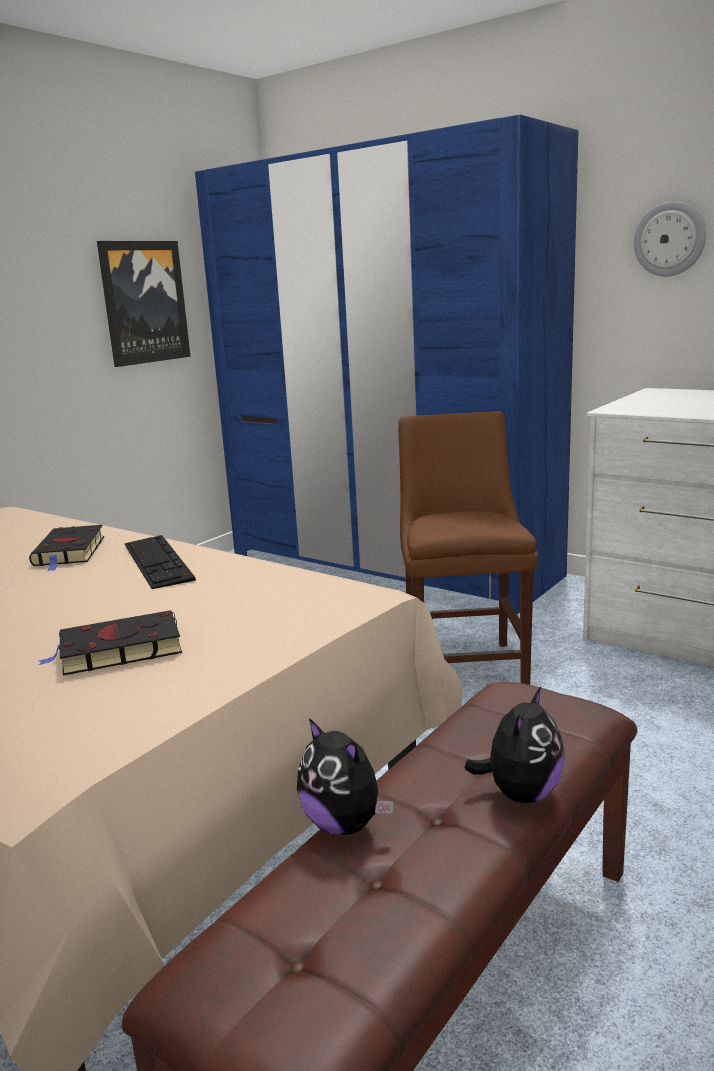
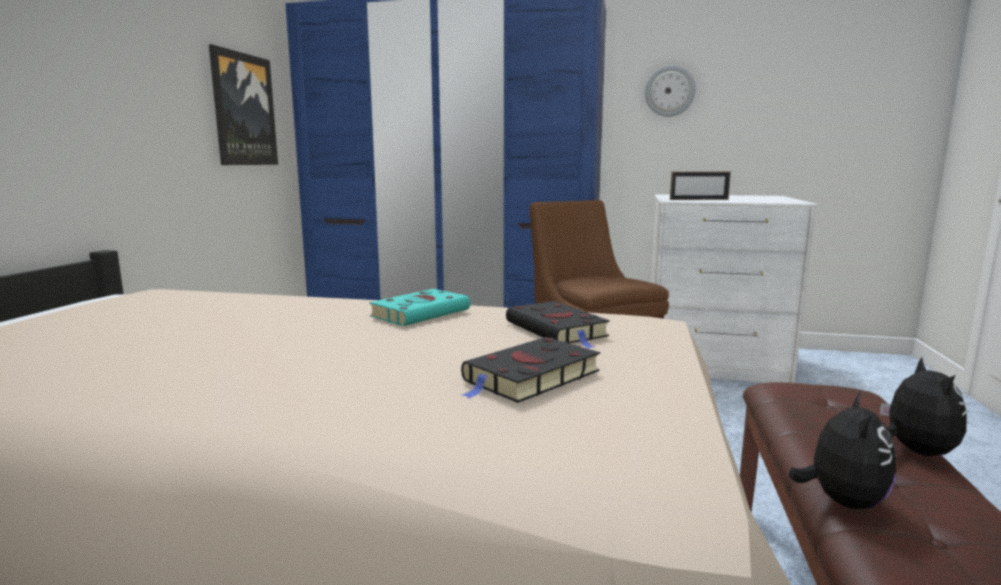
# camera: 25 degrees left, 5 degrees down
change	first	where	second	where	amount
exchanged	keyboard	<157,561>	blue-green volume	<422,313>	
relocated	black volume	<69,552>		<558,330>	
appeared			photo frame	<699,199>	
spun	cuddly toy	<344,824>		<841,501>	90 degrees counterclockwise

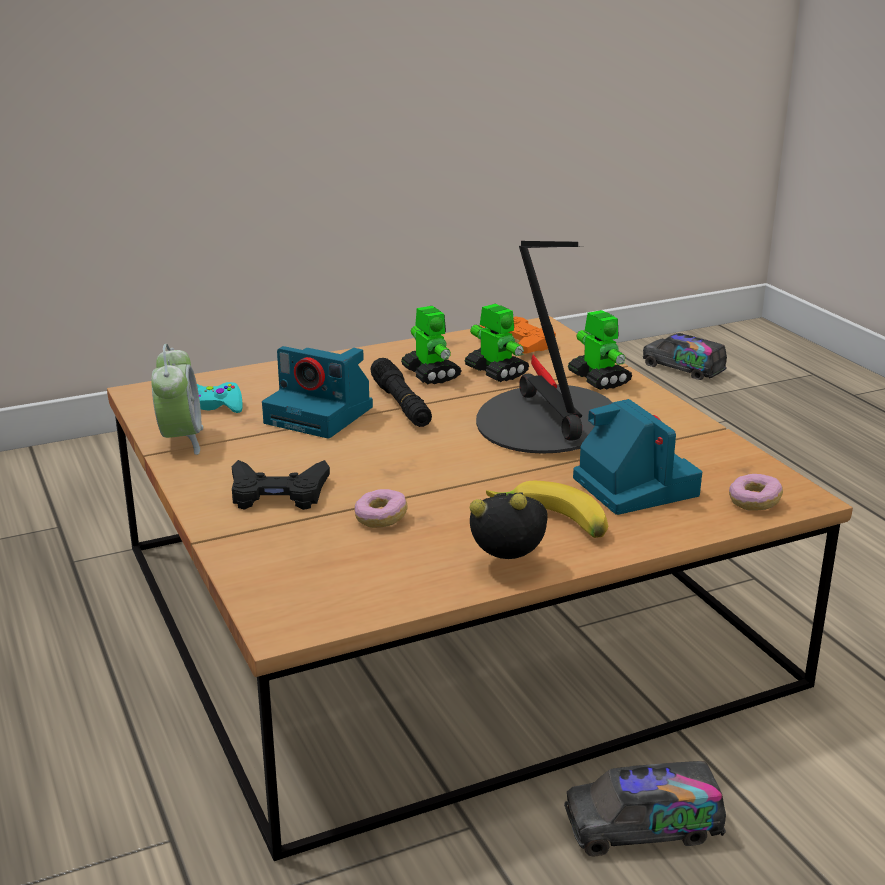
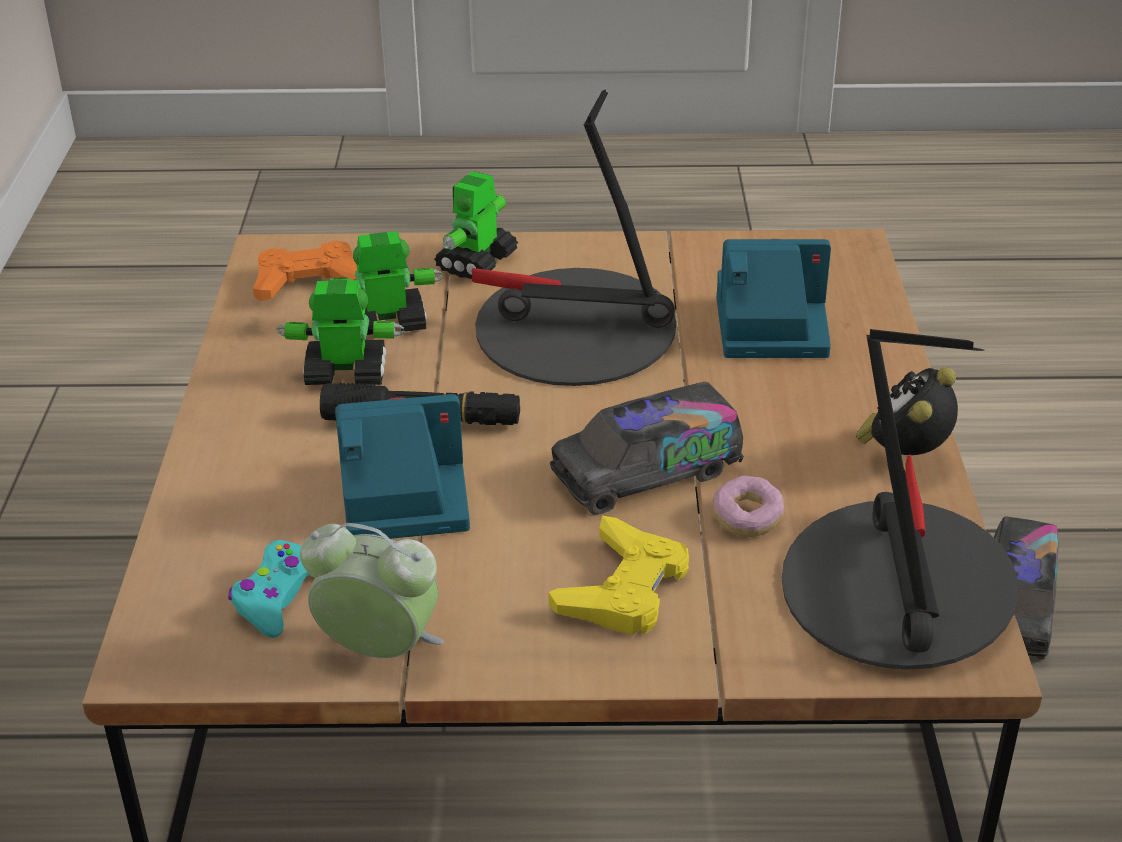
# camera: 65 degrees left, 10 degrees up
change	first	where	second	where	amount
spun	photo camera	<321,415>		<401,496>	150 degrees counterclockwise
spun	model robot	<598,379>		<476,262>	60 degrees counterclockwise
colour	black game controller	<278,493>	yellowish game controller	<623,589>	
relocated	model truck	<683,368>		<646,474>	
appeared			lamp for a table	<896,590>	
missing	banana fruit	<550,524>			
missing	ring doughnut	<754,502>			

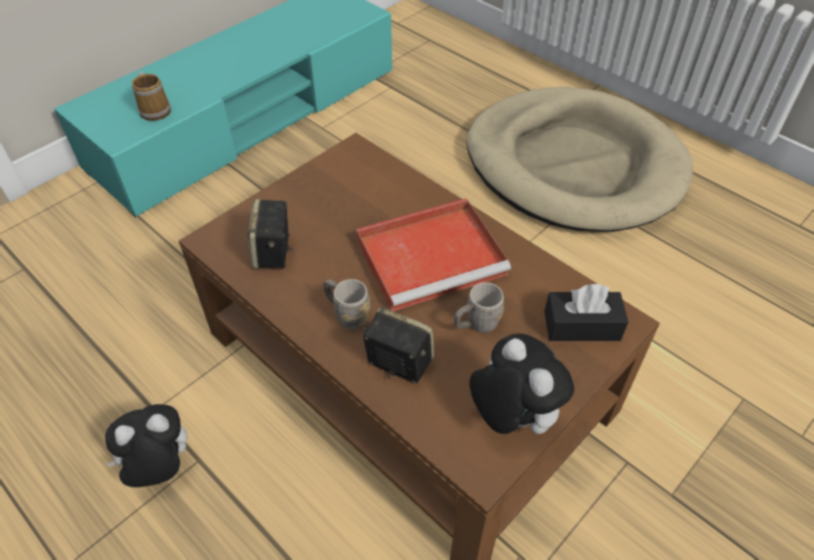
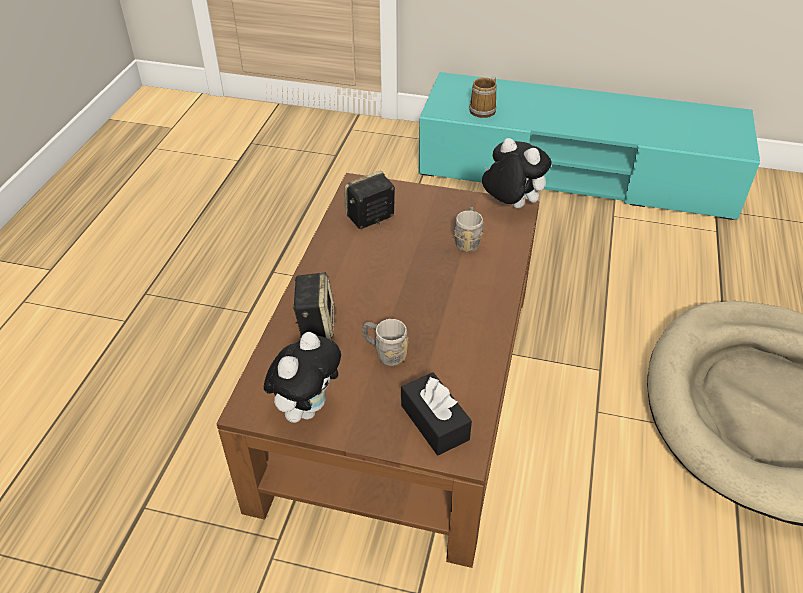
# camera: 60 degrees right, 5 degrees down
change	first	where	second	where	amount
relocated	gray tea mug	<347,314>		<467,240>	
relocated	cuddly toy	<160,468>		<510,205>	
missing	red tray	<433,256>			

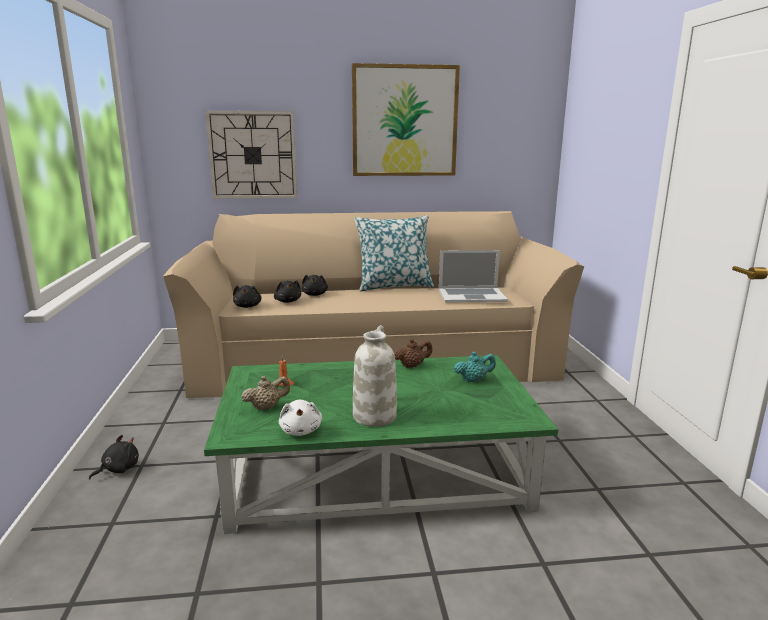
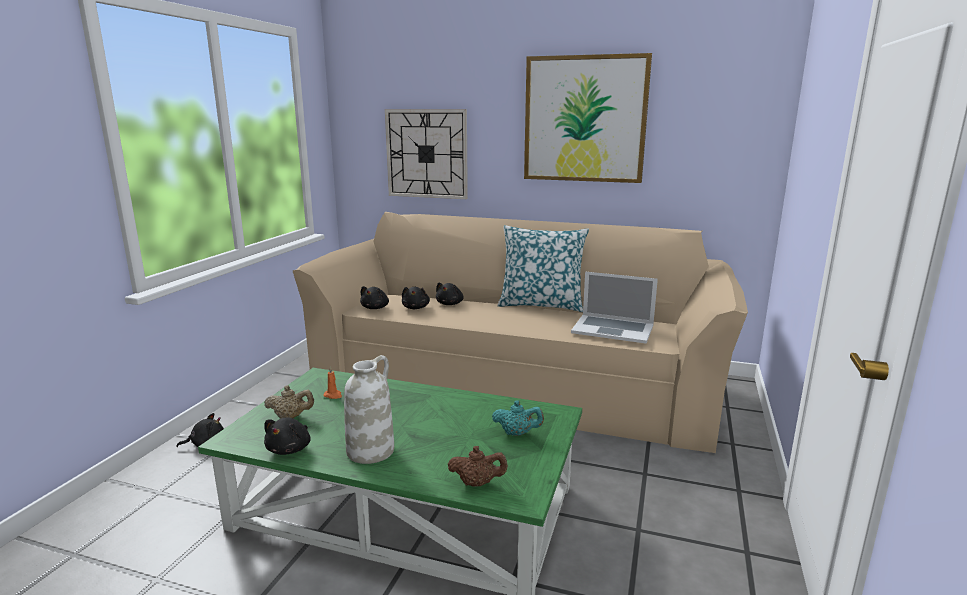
# camera: 25 degrees right, 0 degrees up
change	first	where	second	where	amount
colour	white-coloured cuddly toy	<301,430>	black cuddly toy	<290,449>	
relocated	brown-coloured teapot	<412,366>		<477,483>	

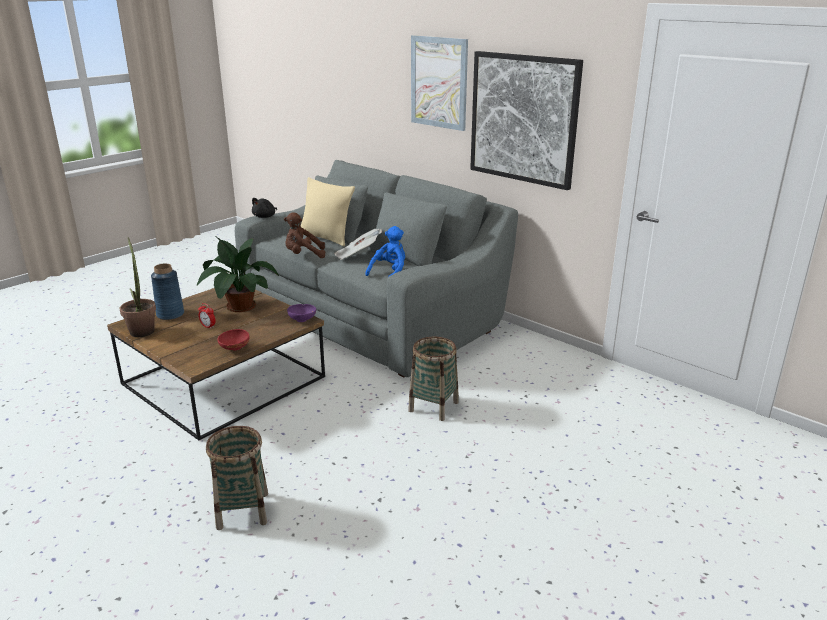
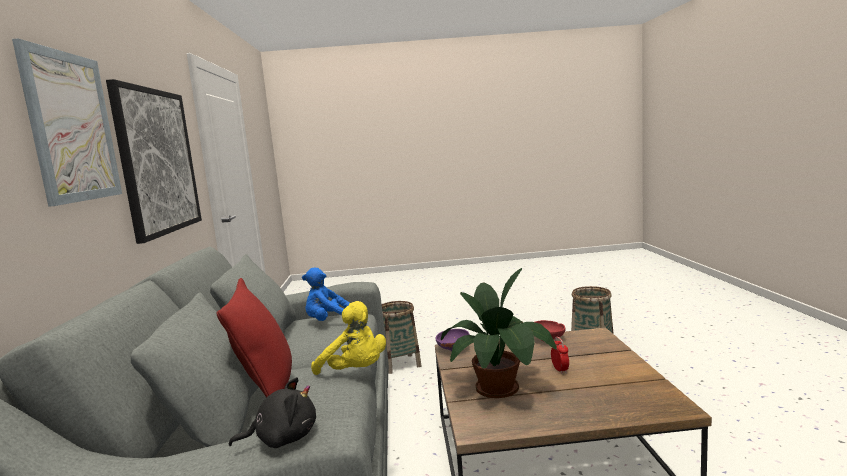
# camera: 135 degrees left, 15 degrees down
change	first	where	second	where	amount
colour	beige-coloured throw pillow	<326,238>	red throw pillow	<268,393>	
colour	brown-coloured cuddly toy	<303,255>	yellowish cuddly toy	<355,372>	
missing	plant in a pot	<142,329>			
missing	bluish decorative vase	<170,314>			
missing	daily paper	<357,256>			

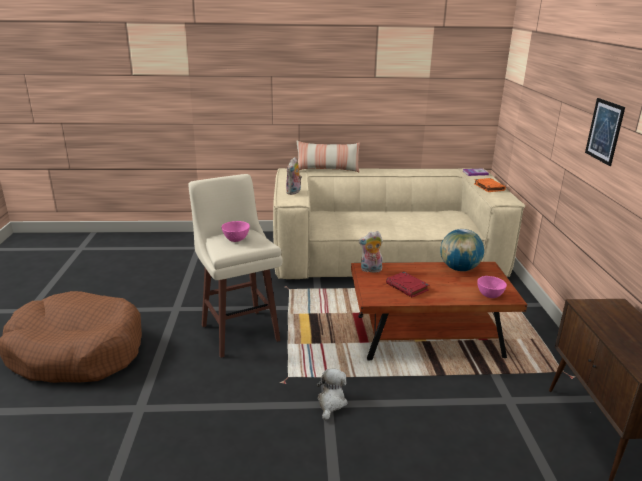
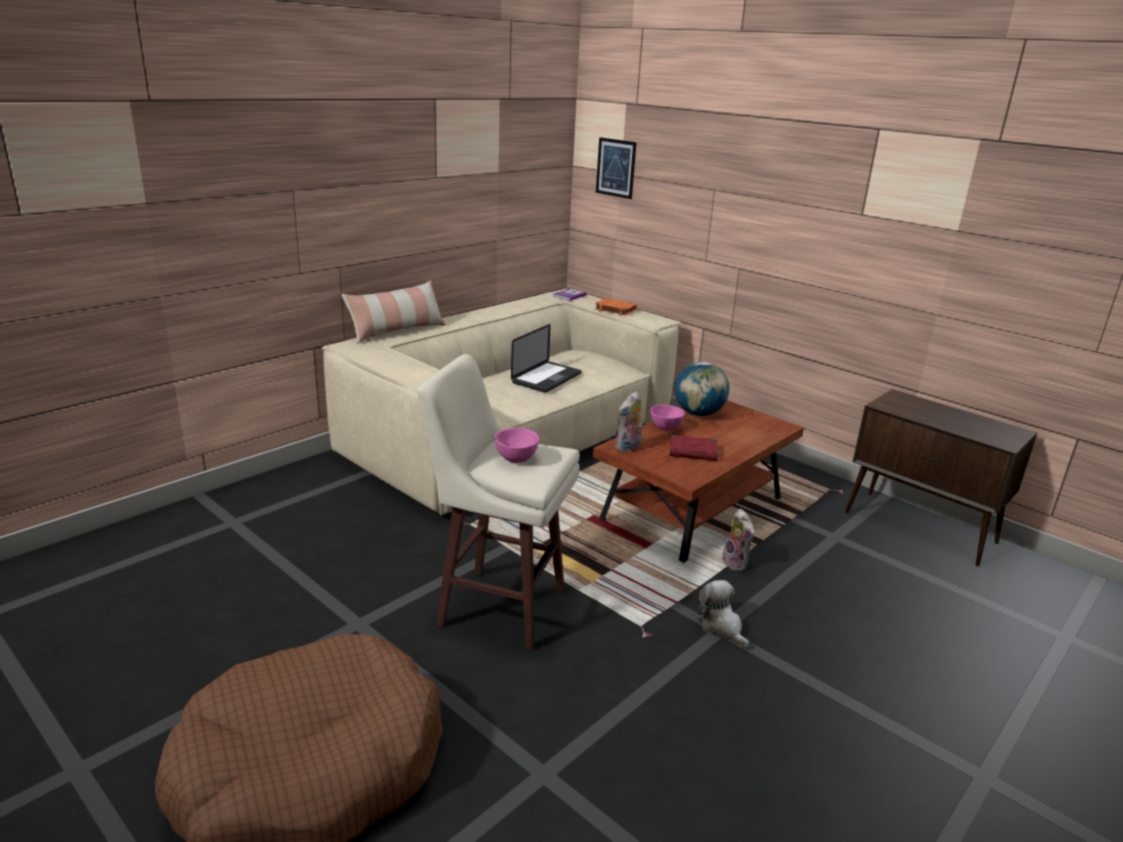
# camera: 45 degrees left, 0 degrees up
change	first	where	second	where	amount
appeared			notebook computer	<546,378>	
relocated	wall art	<604,131>		<615,168>	
relocated	pink-coloured serving bowl	<489,295>		<665,427>	
relocated	cuddly toy	<294,192>		<737,563>	

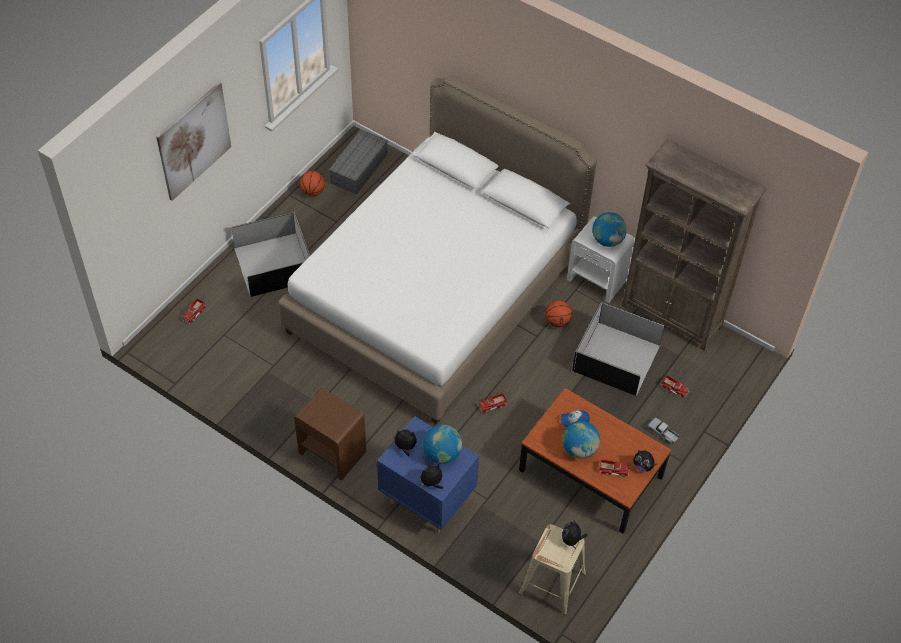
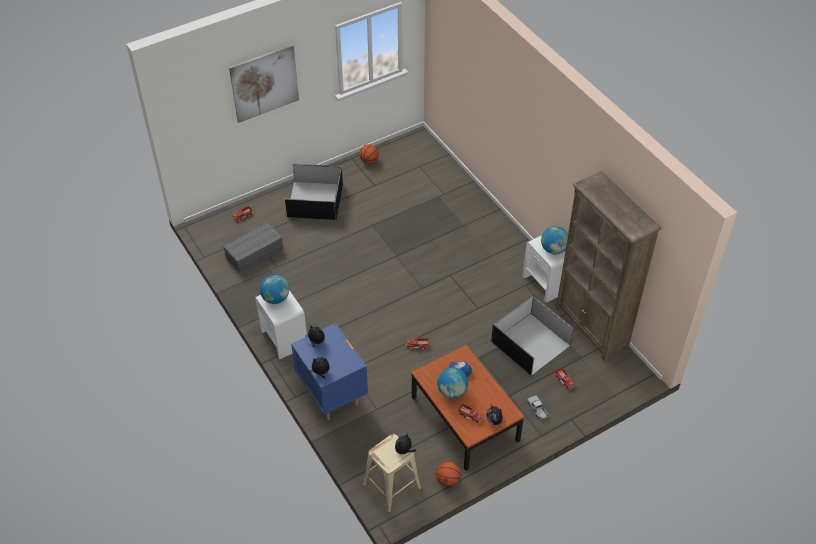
# camera: 25 degrees right, 5 degrees down
change	first	where	second	where	amount
relocated	gray storage box	<359,167>		<255,252>	
colour	brown-coloured night table	<332,452>	white-coloured night table	<284,338>	
relocated	globe	<442,454>		<275,298>	
relocated	basketball ball	<557,321>		<448,480>	
missing	white-coloured bedroom bed	<436,293>			

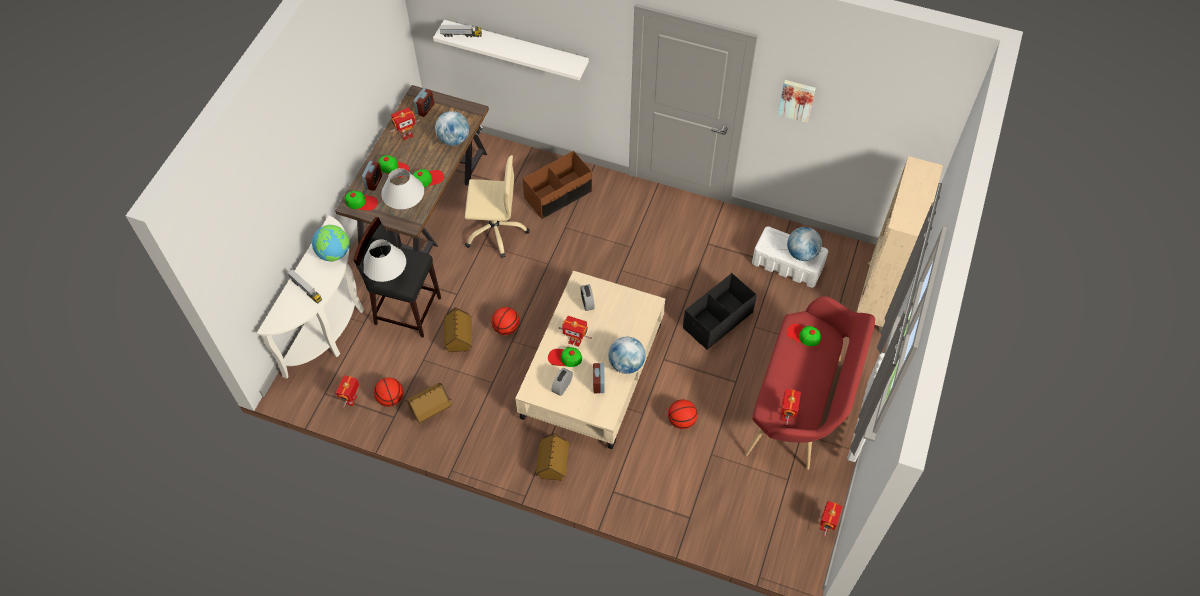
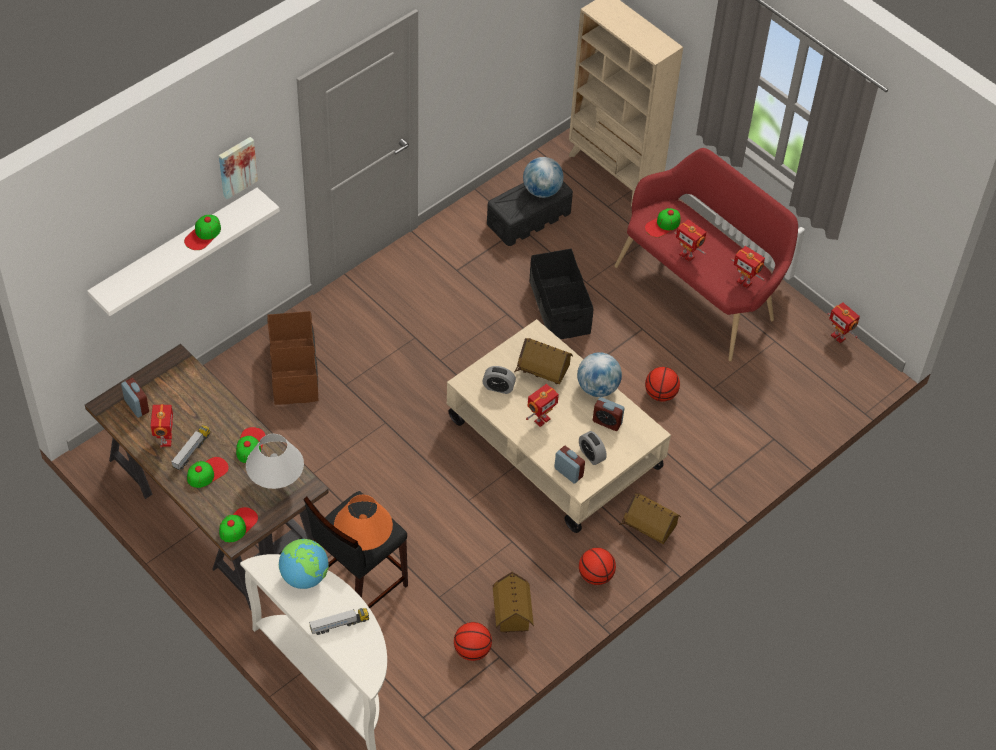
# camera: 65 degrees left, 5 degrees down
change	first	where	second	where	amount
relocated	model truck	<461,35>		<191,451>	
relocated	peaked cap	<565,358>		<203,235>	
relocated	wall art	<796,100>		<236,166>	
colour	white-coloured lamp for a table	<388,276>	orangey lamp for a table	<363,542>	
colour	white-coloured storage box	<788,265>	black storage box	<529,218>	
relocated	model house	<459,339>		<543,373>	
relocated	bedside clock	<373,182>		<568,472>	
relocated	basketball ball	<506,328>		<595,576>	
relocated	model robot	<352,400>		<687,255>	
missing	globe	<454,139>			
missing	beige-coloured computer chair	<495,231>			

